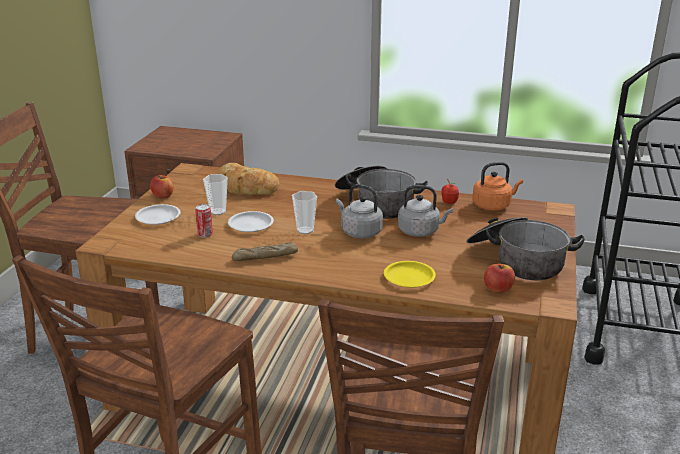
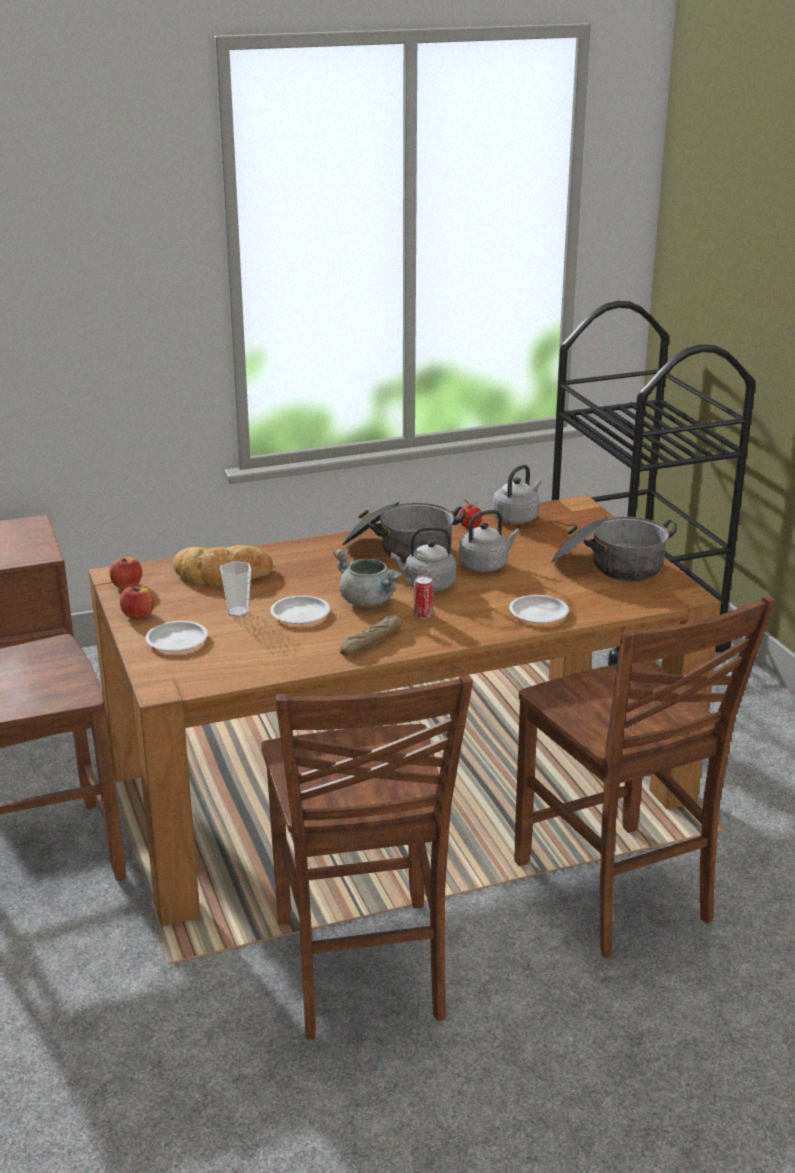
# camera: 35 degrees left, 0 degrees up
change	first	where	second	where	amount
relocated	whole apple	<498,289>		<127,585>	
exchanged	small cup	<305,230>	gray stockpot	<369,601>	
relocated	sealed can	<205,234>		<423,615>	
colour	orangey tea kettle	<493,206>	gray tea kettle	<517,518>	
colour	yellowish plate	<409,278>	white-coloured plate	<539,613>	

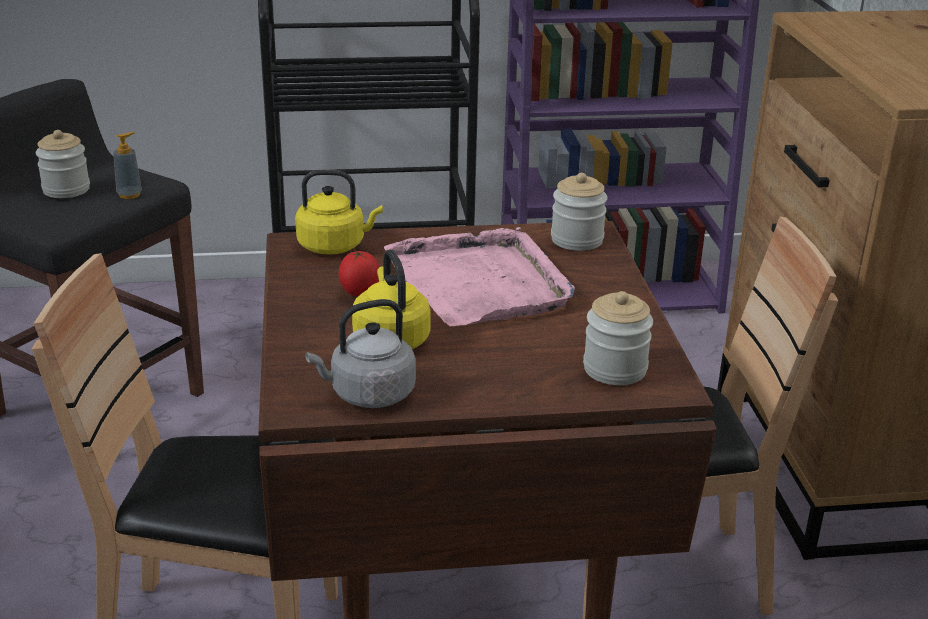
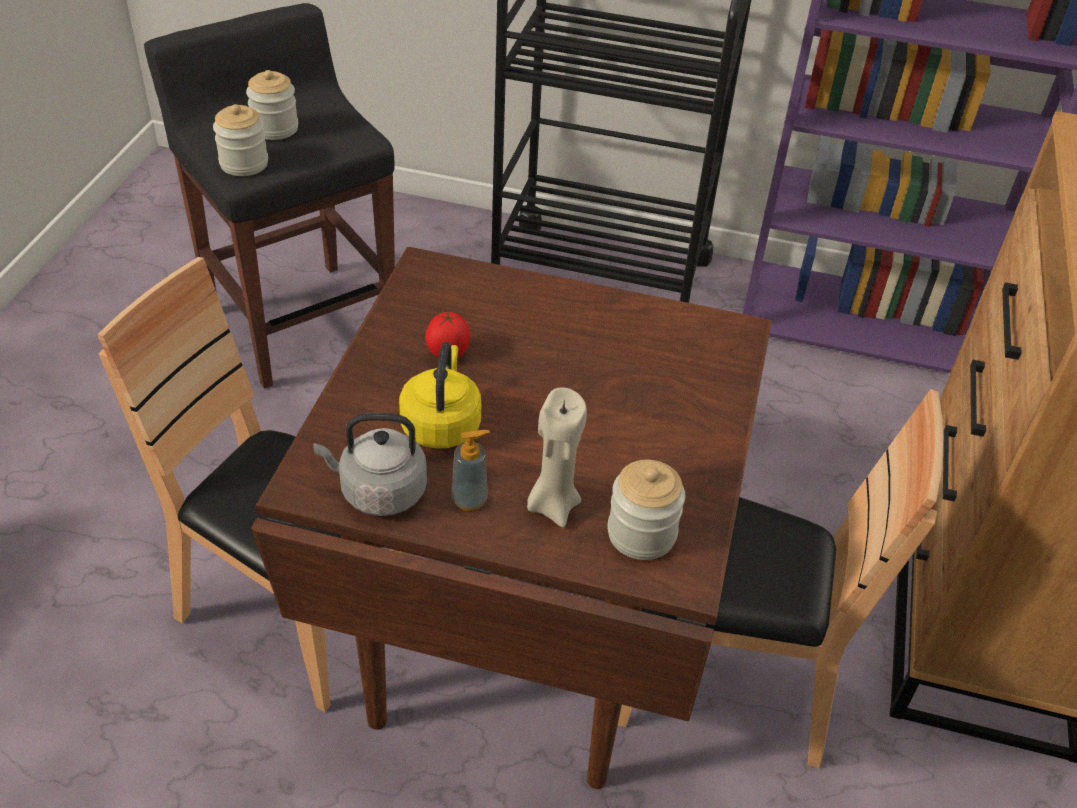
# camera: 20 degrees right, 15 degrees up
change	first	where	second	where	amount
relocated	jar	<577,240>		<244,164>	
relocated	soap dispenser	<129,195>		<469,499>	
appeared			beige-coloured candle	<552,505>	
missing	yellowish tea kettle	<335,246>			
missing	pink-coloured tray	<480,282>			

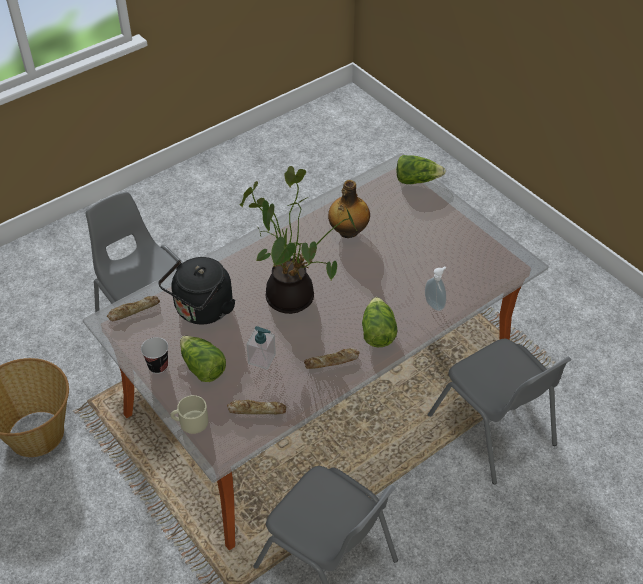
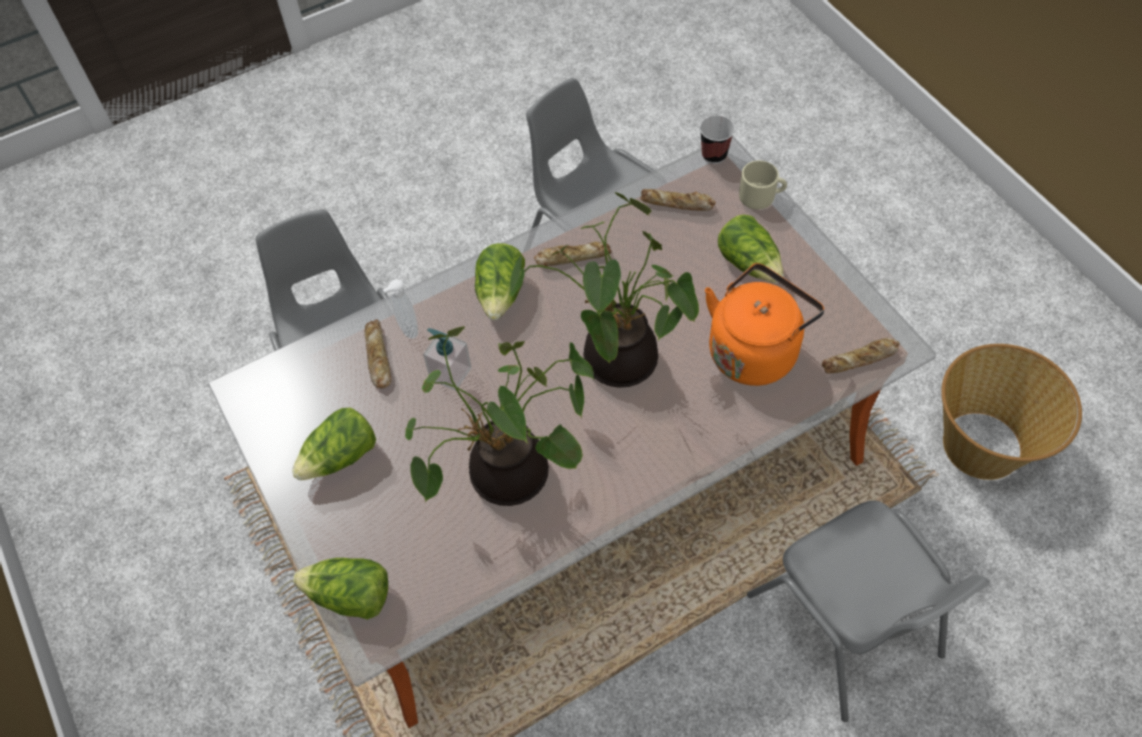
# camera: 170 degrees left, 10 degrees up
change	first	where	second	where	amount
appeared			lettuce head	<340,457>	
appeared			baked bread	<377,357>	
exchanged	bottle	<348,232>	plant in a pot	<507,480>	
relocated	soap dispenser	<262,359>		<450,373>	
relocated	small cup	<158,366>		<714,155>	
colour	black tea kettle	<202,311>	orangey tea kettle	<755,350>	

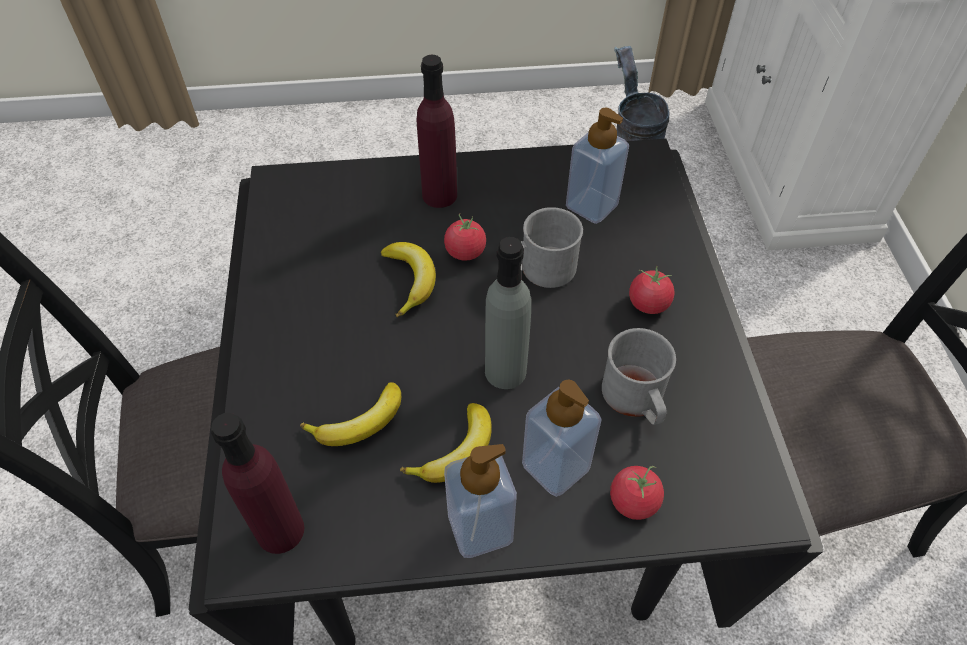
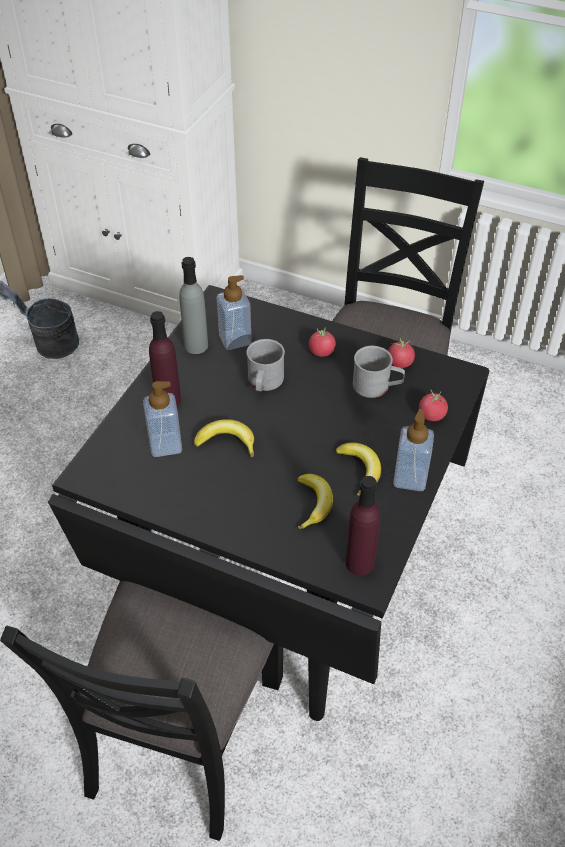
# camera: 60 degrees left, 5 degrees down
change	first	where	second	where	amount
relocated	soap dispenser	<556,466>		<165,445>	
relocated	gray bottle	<505,371>		<196,345>	
relocated	whole tomato	<465,251>		<400,363>	

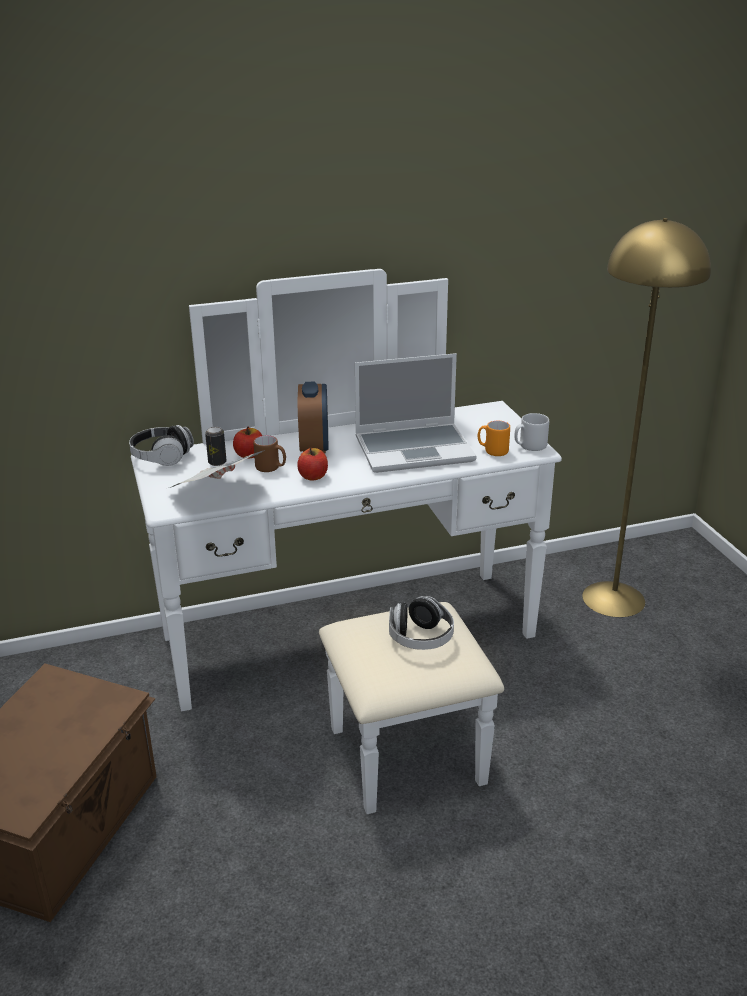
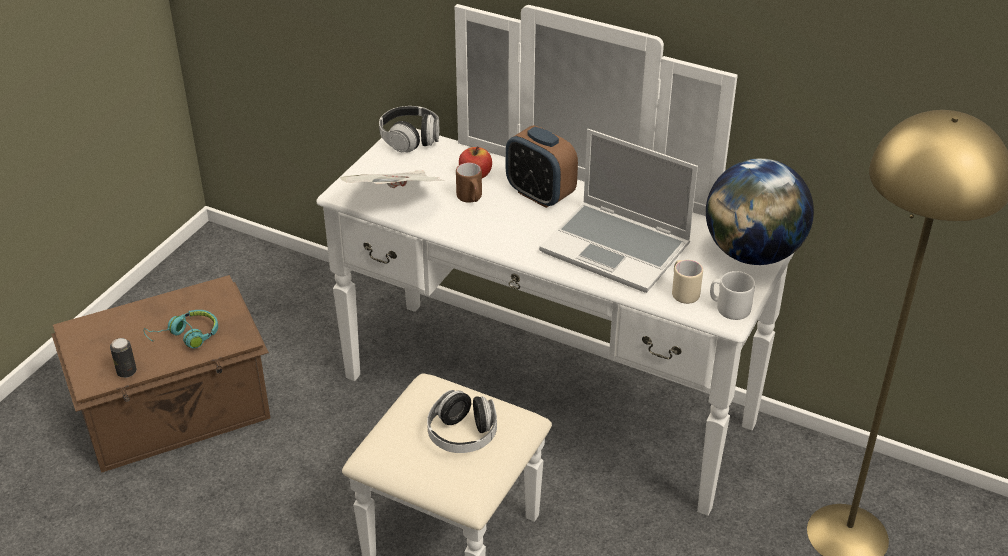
# camera: 45 degrees right, 10 degrees up
change	first	where	second	where	amount
relocated	sealed can	<217,462>		<126,372>	
appeared			blue-green headset	<186,336>	
spun	bedside clock	<314,445>		<540,195>	90 degrees clockwise
colour	orangey tea mug	<492,451>	beige-coloured tea mug	<683,292>	
appeared			globe	<752,253>	
missing	whole apple	<313,476>			

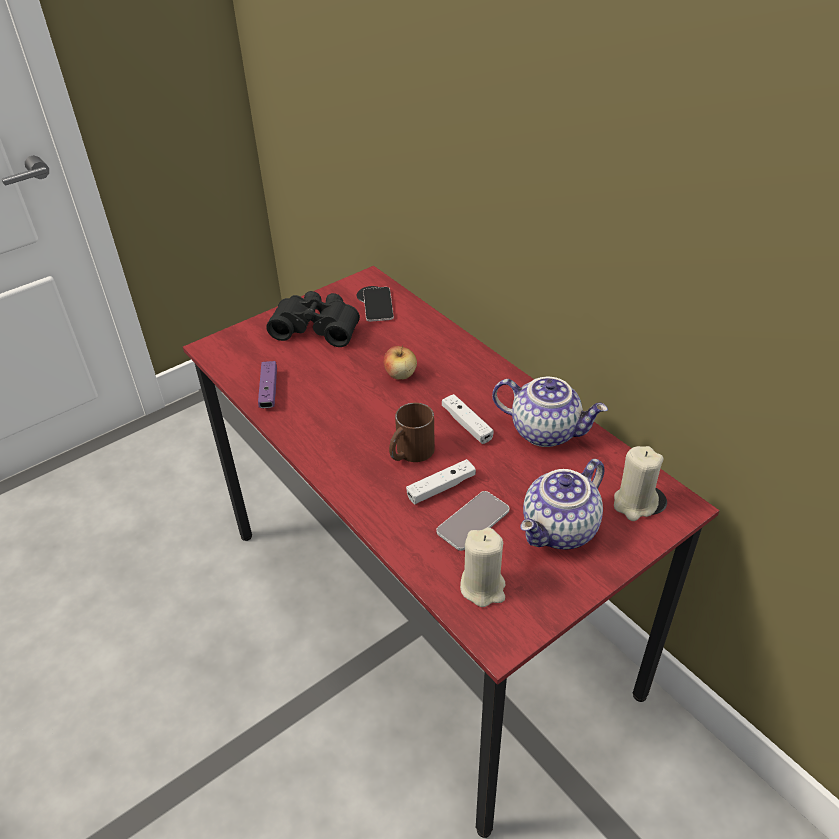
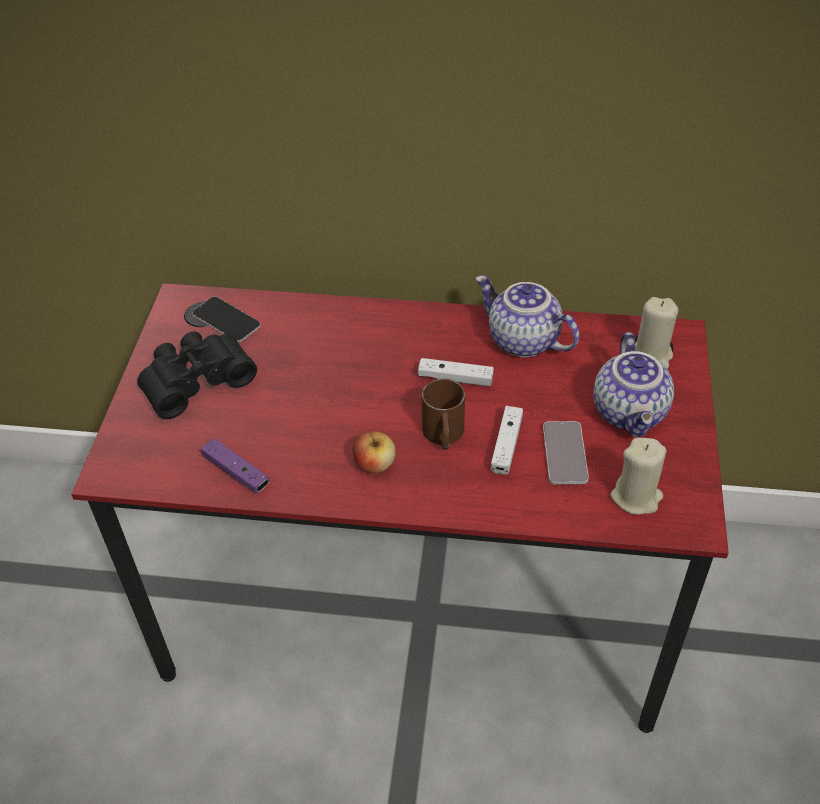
# camera: 45 degrees left, 5 degrees up
change	first	where	second	where	amount
relocated	whole apple	<400,374>		<375,464>	
spun	teapot	<546,431>		<521,341>	120 degrees counterclockwise

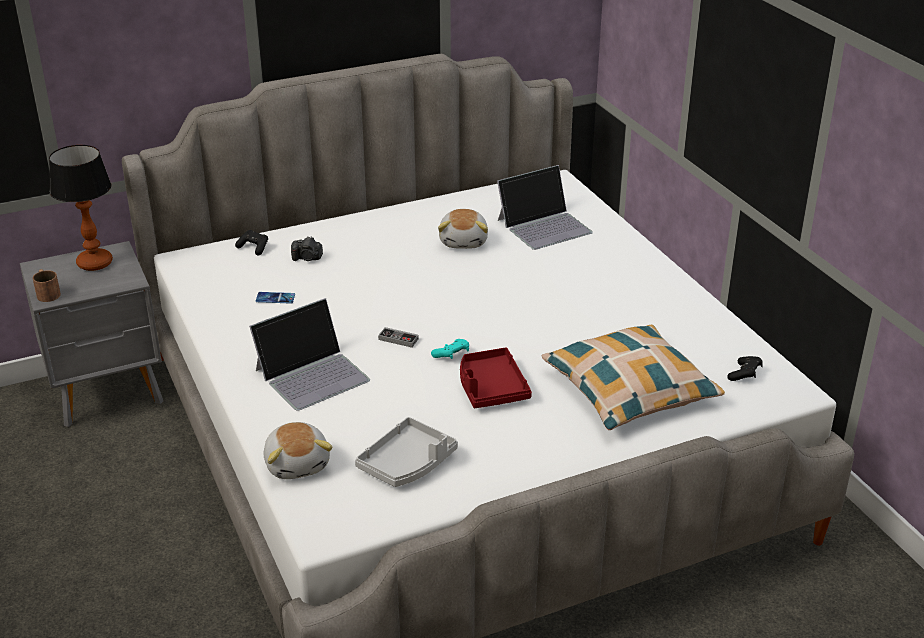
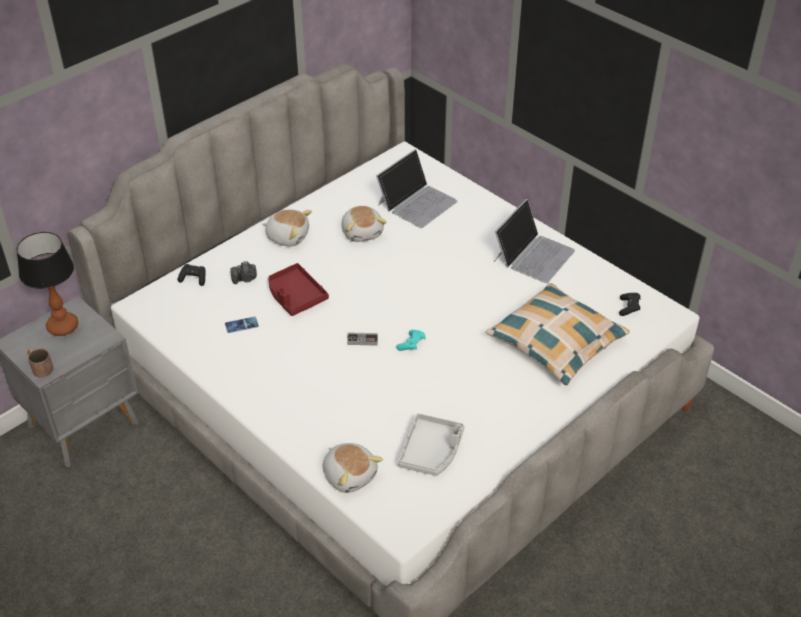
# camera: 20 degrees left, 10 degrees up
change	first	where	second	where	amount
appeared			cuddly toy	<288,236>	
relocated	red tray	<491,388>		<295,296>	
relocated	notebook computer	<312,374>		<533,255>	

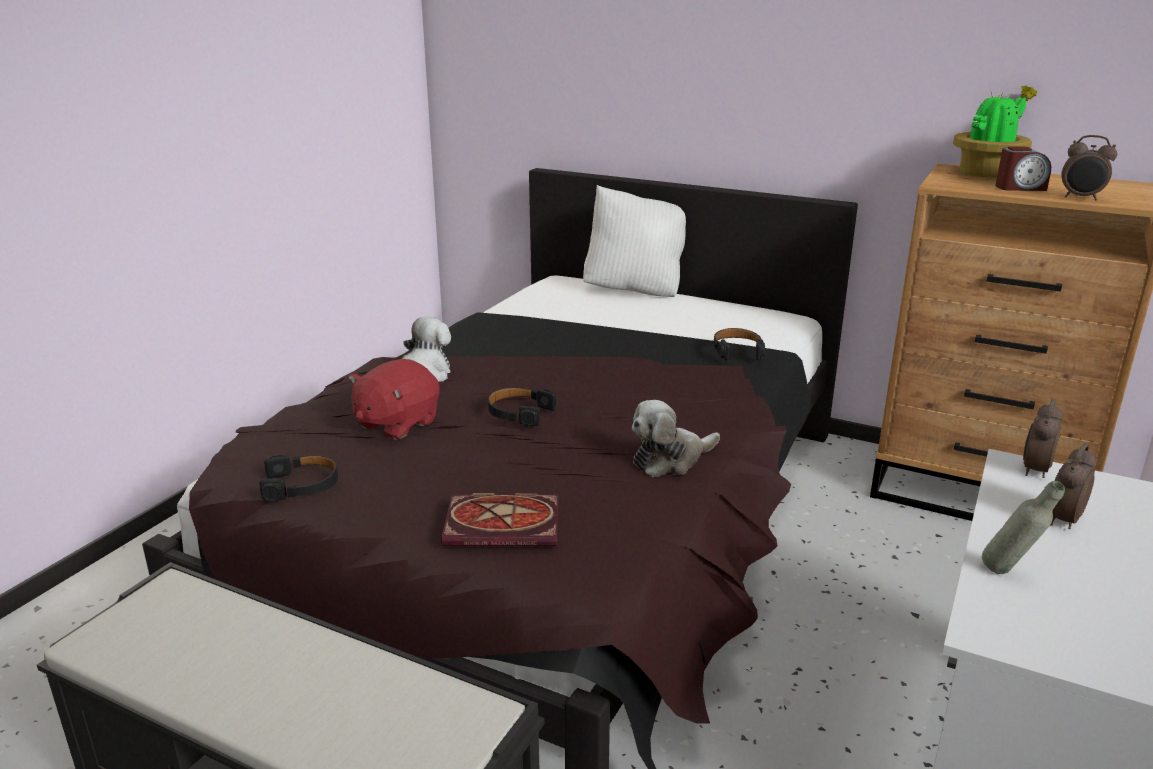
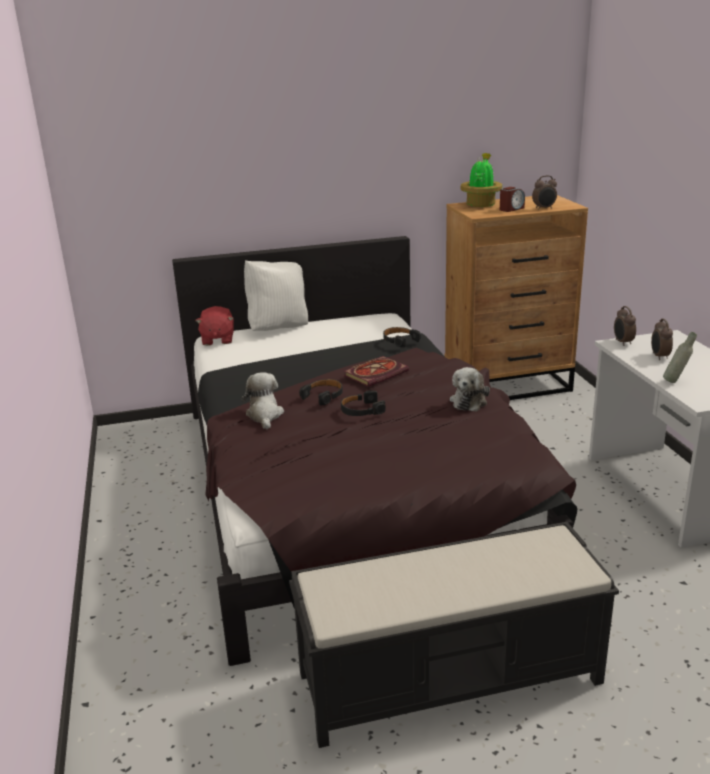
# camera: 40 degrees left, 0 degrees up
change	first	where	second	where	amount
relocated	red cuddly toy	<396,423>		<217,340>	
relocated	black headset	<301,485>		<323,396>	
relocated	volume	<505,524>		<376,373>	

